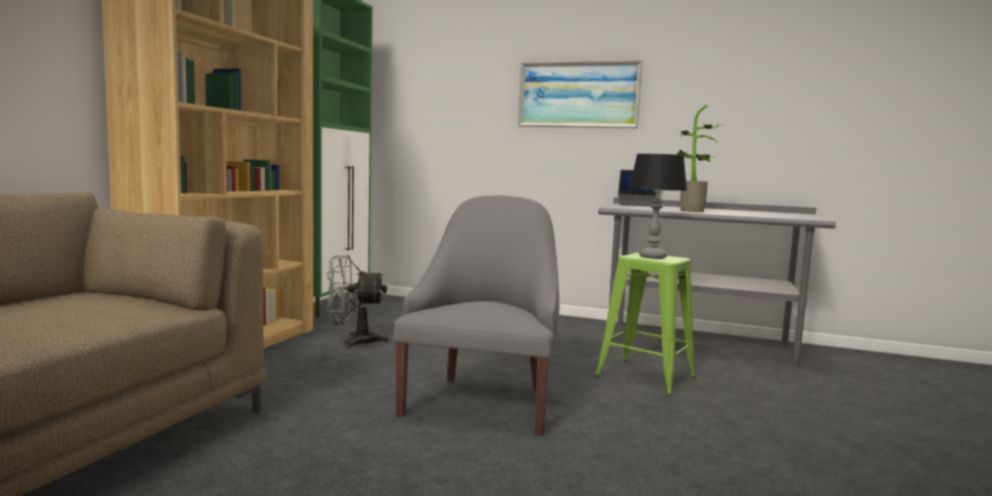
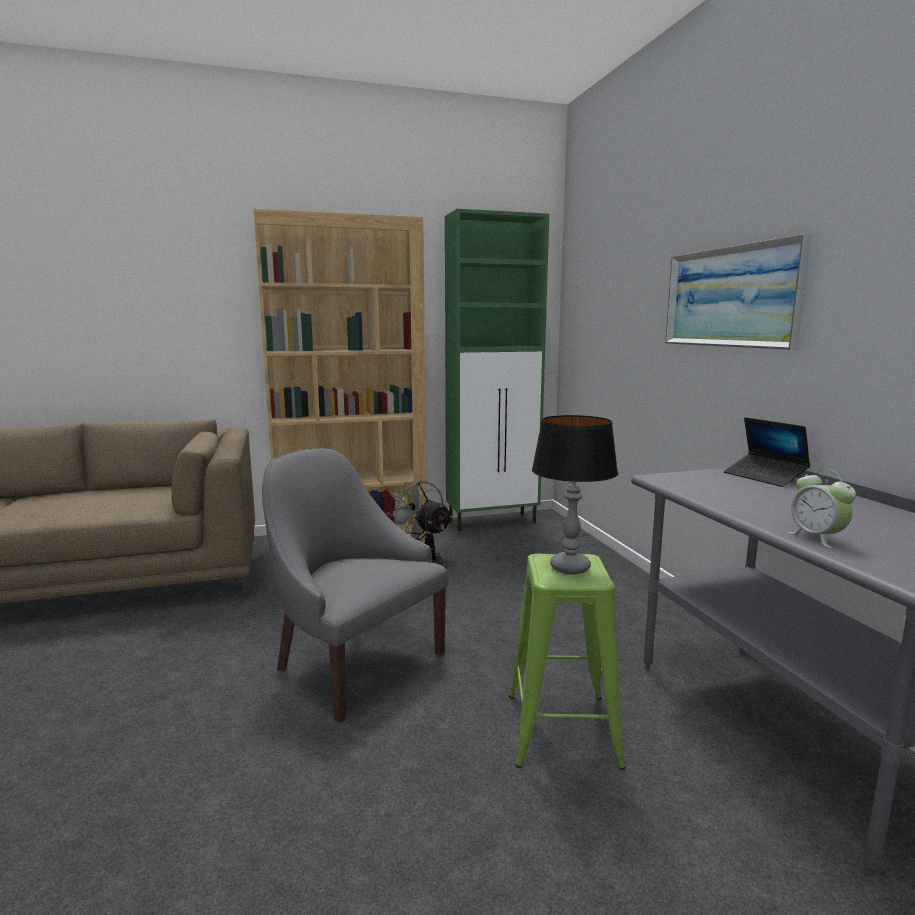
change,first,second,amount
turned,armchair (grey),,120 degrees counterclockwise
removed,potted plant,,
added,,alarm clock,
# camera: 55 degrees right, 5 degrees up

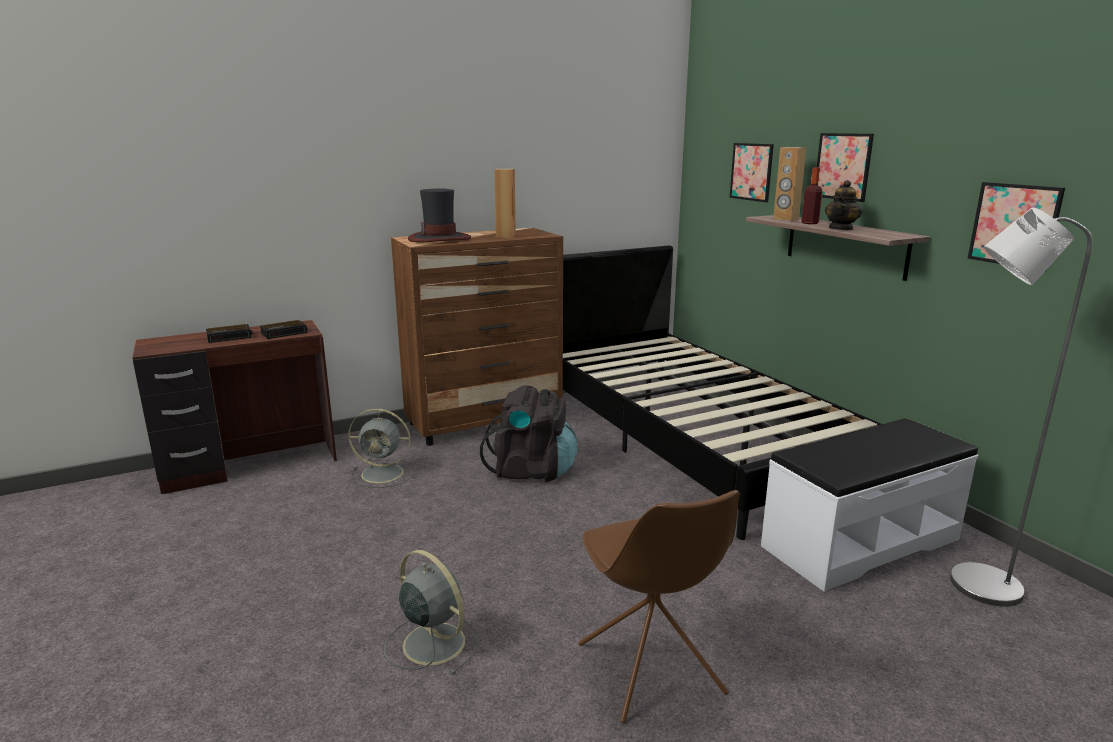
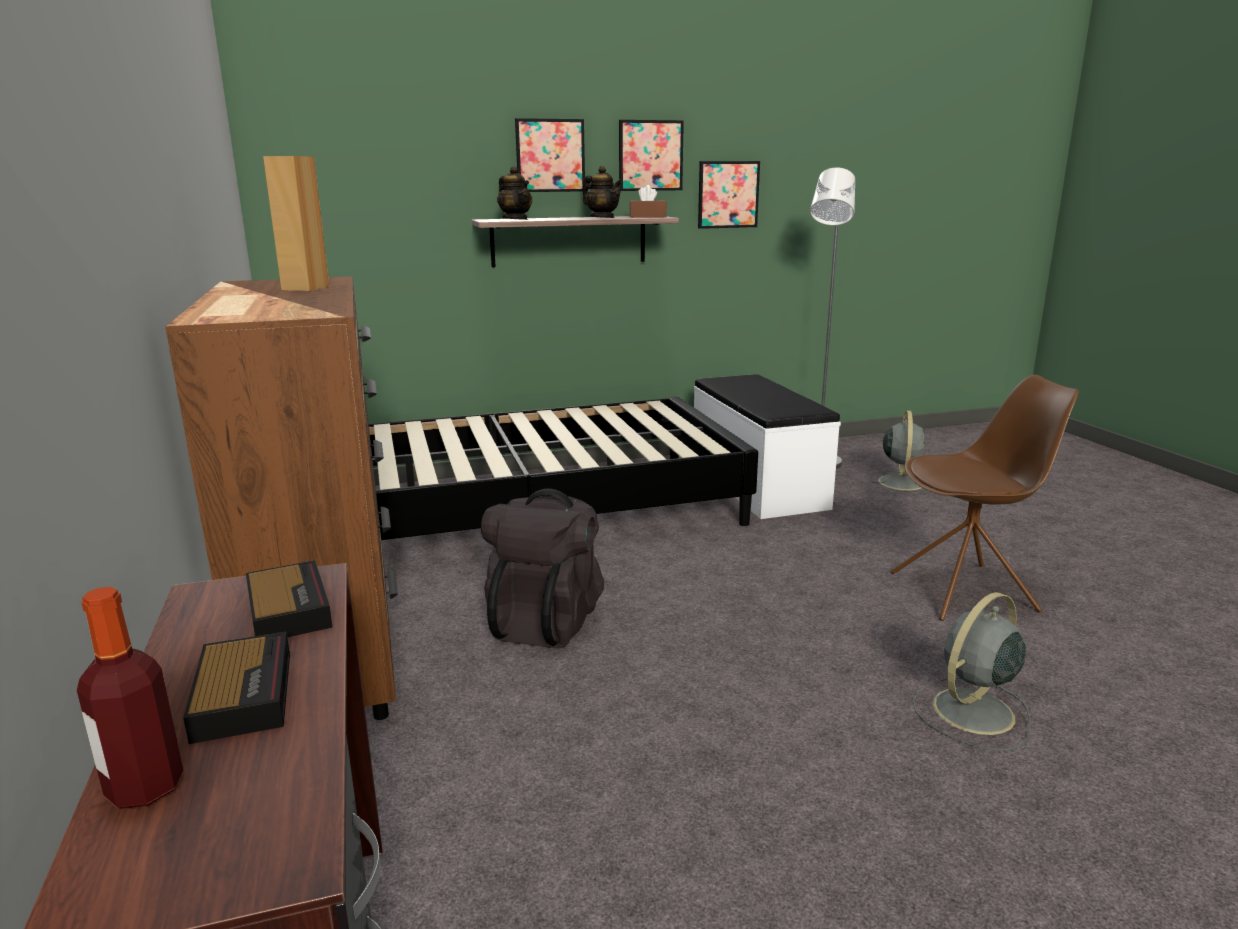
change,first,second,amount
moved,fan (grey) (1st from left),,
removed,hat,,
moved,picture (1st from left in the first image),picture (2nd from left),
replaced,speaker (brown) (2nd from left),teapot (1st from left),
moved,bottle,,
added,,tissue box (brown),
# camera: 80 degrees left, 0 degrees up

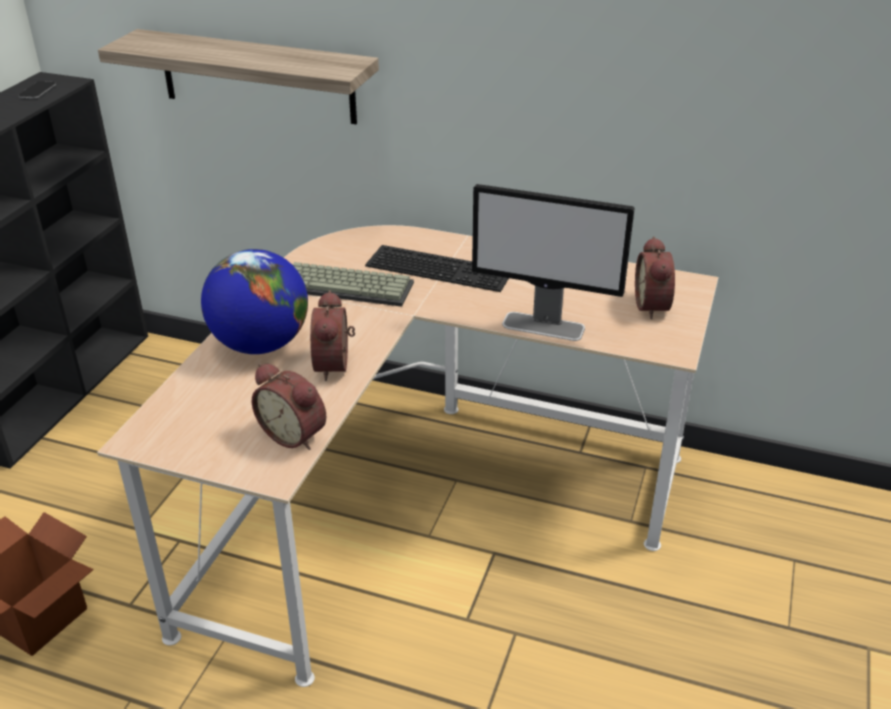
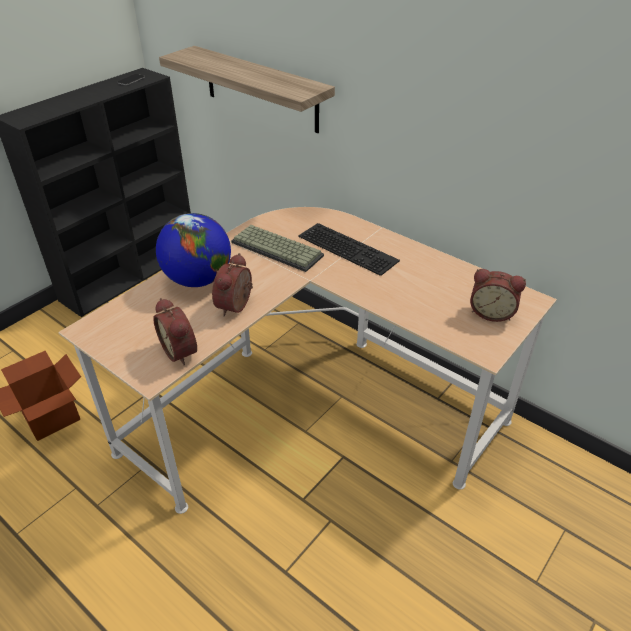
change,first,second,amount
removed,monitor,,
turned,alarm clock (3rd from left),,90 degrees counterclockwise
# camera: 20 degrees right, 5 degrees up

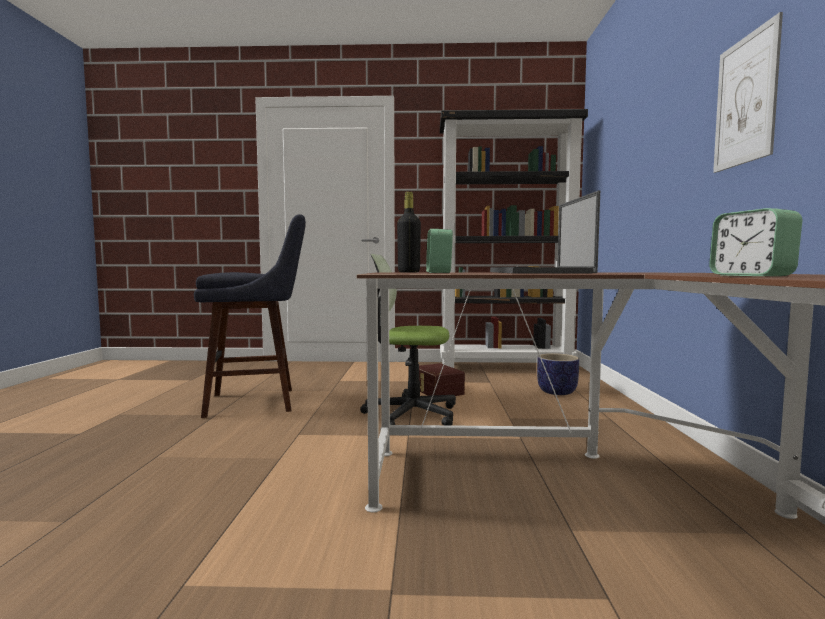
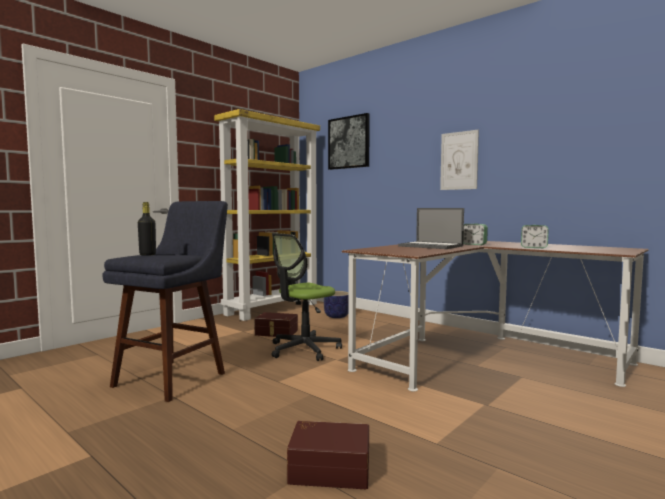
change,first,second,amount
moved,bottle (black),,
moved,alarm clock (1st from left),,
recoloured,bookcase (black),bookcase (yellow),
added,,storage box (brown) (2nd from left),
added,,picture (1st from left),
# camera: 50 degrees left, 0 degrees up

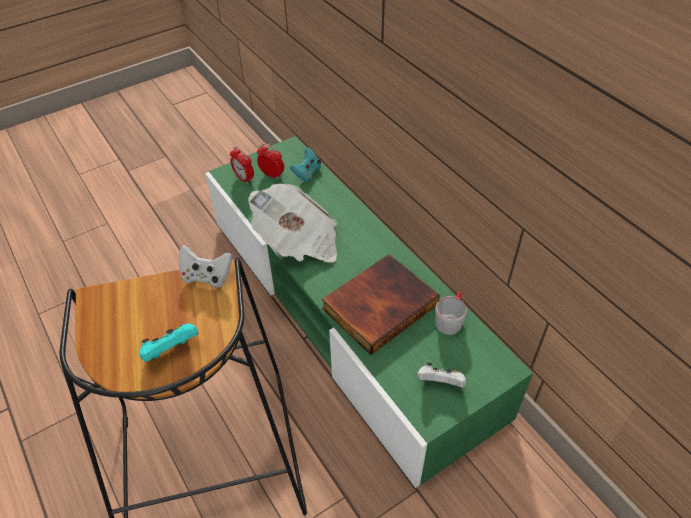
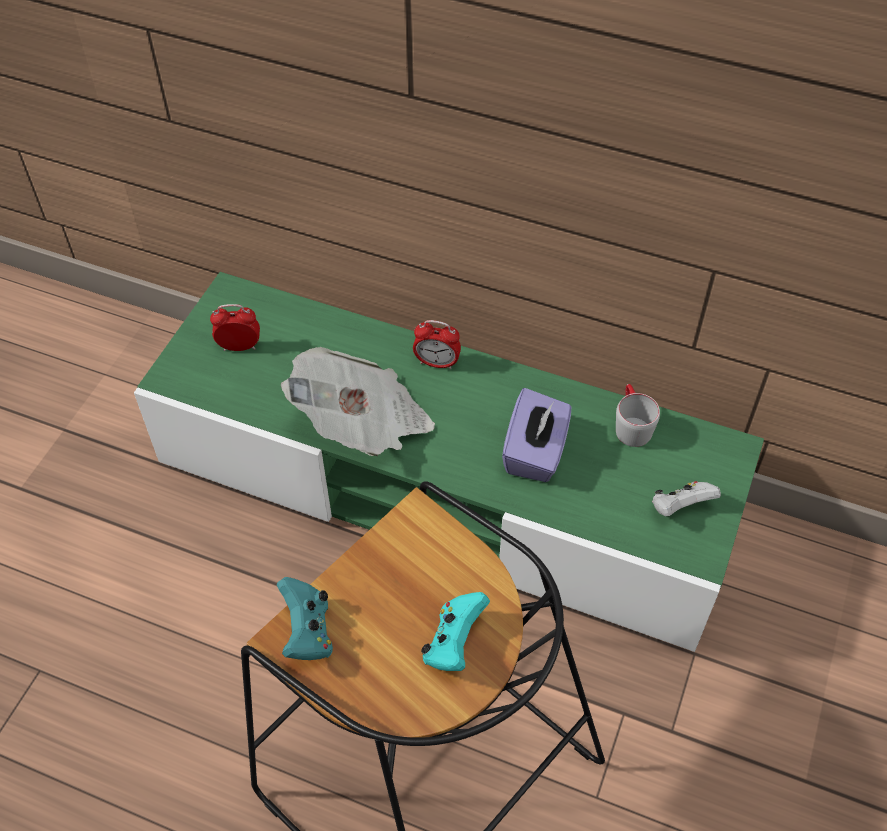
change,first,second,amount
removed,game controller (white) (1st from left),,
moved,alarm clock (1st from left in the first image),alarm clock (2nd from left),
moved,game controller (turquoise) (2nd from left in the first image),game controller (turquoise) (1st from left),
replaced,book,tissue box (purple),
# camera: 35 degrees left, 5 degrees up

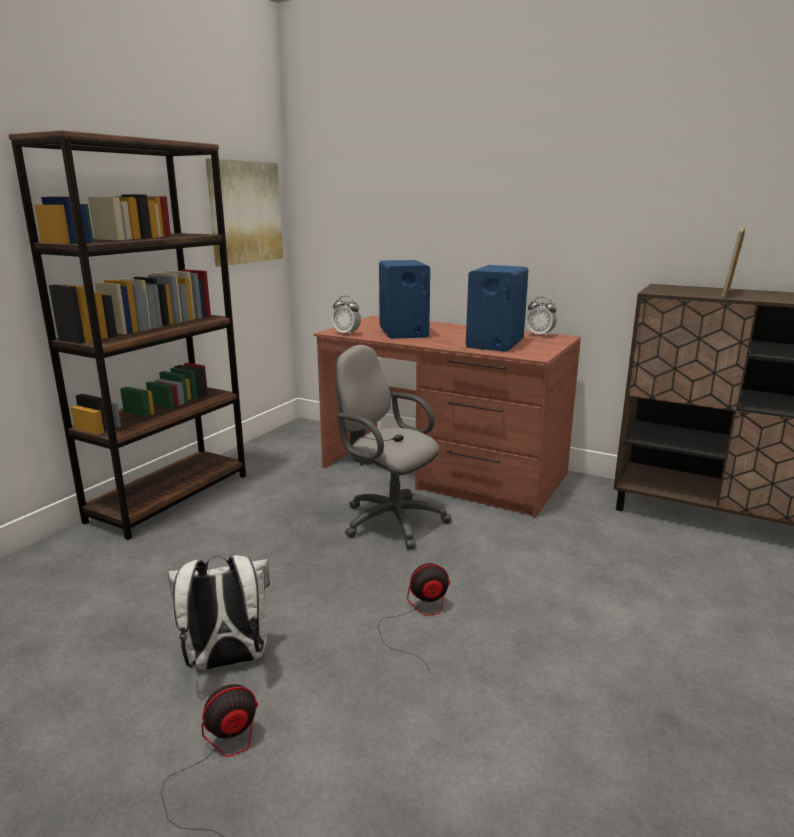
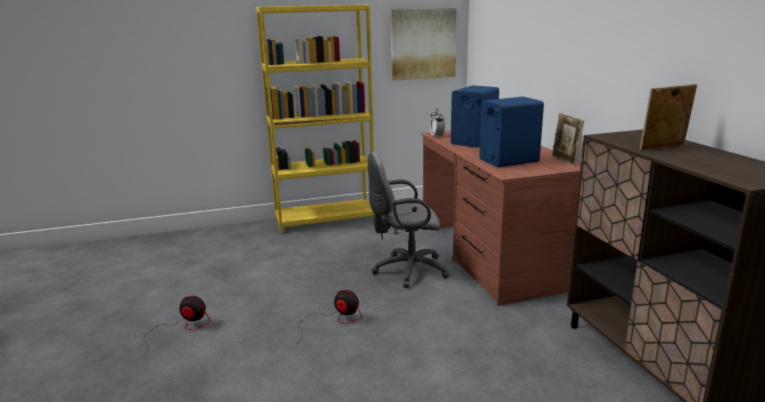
change,first,second,amount
recoloured,bookcase (brown),bookcase (yellow),
removed,backpack (white),,
turned,office chair (grey),,90 degrees counterclockwise
replaced,alarm clock (2nd from left),picture frame (1st from left),
# camera: 45 degrees right, 0 degrees up

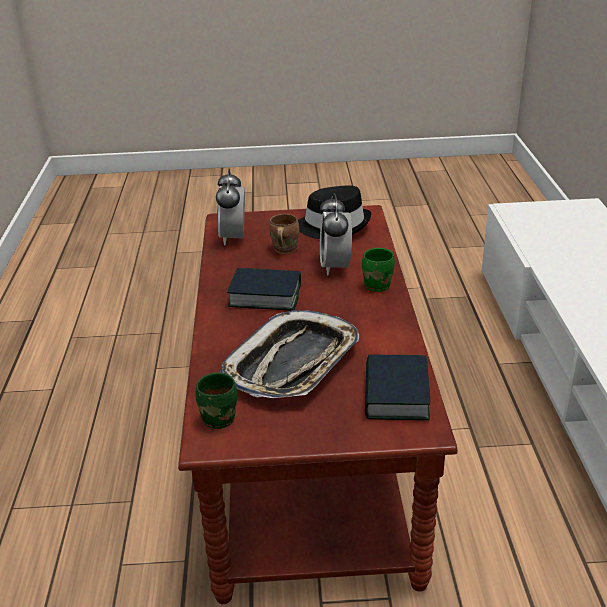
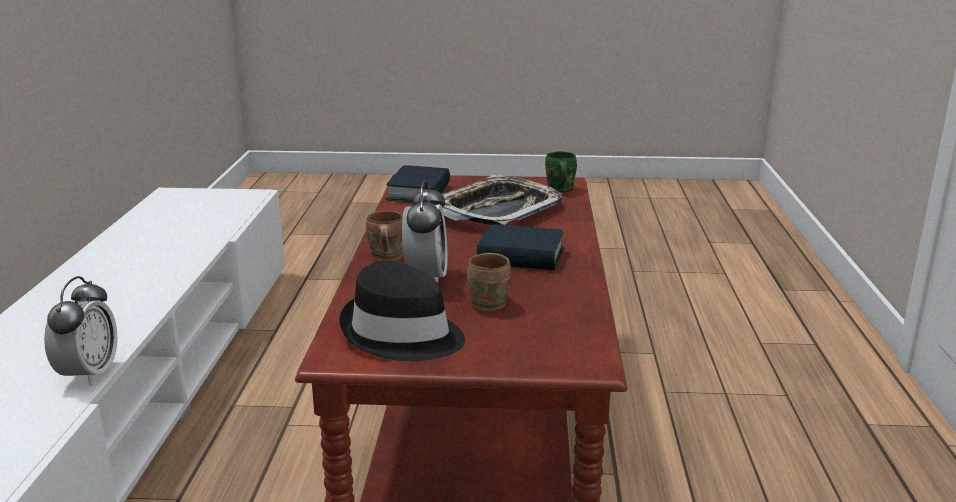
change,first,second,amount
moved,alarm clock (1st from left),,
recoloured,mug (green) (2nd from left),mug (brown) (1st from left),
# camera: 175 degrees left, 10 degrees down

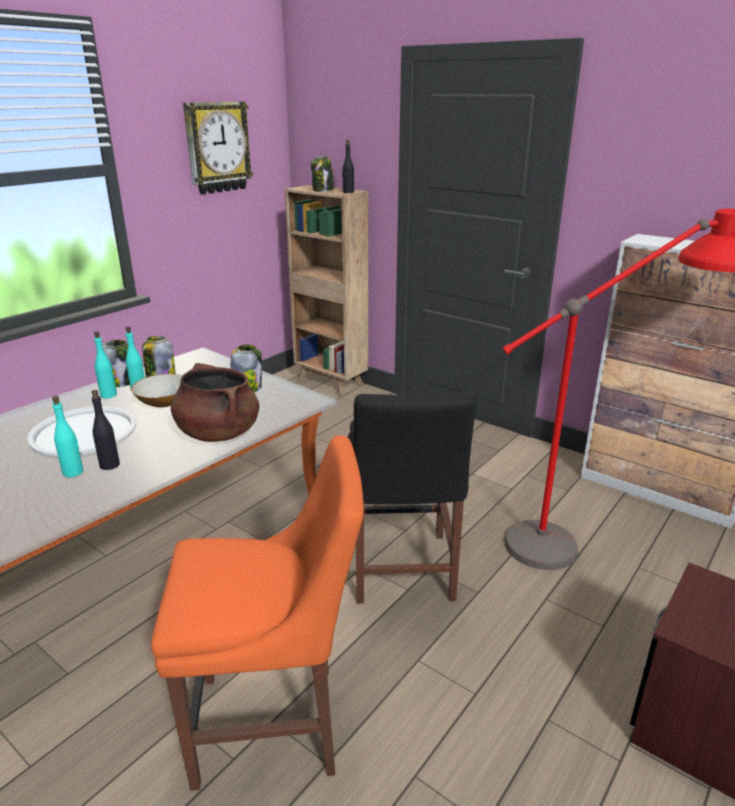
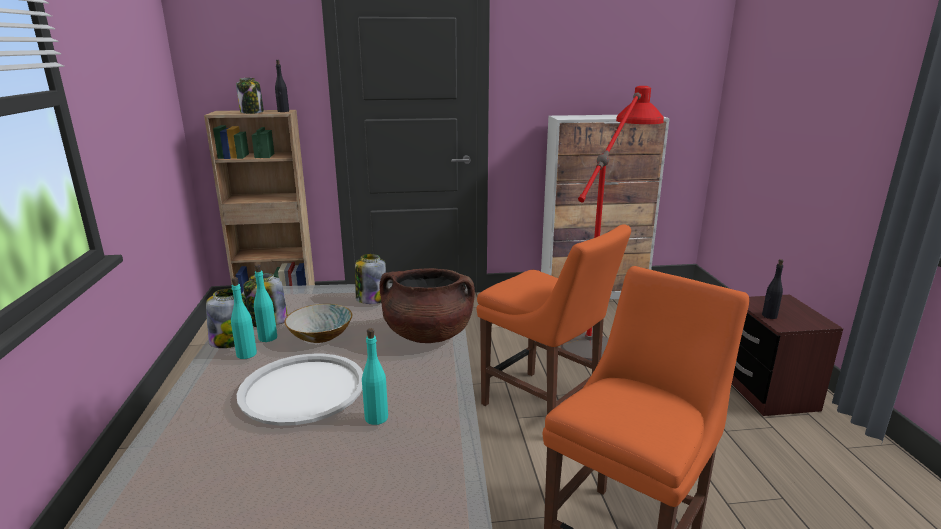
change,first,second,amount
moved,bottle (black) (1st from left in the first image),bottle (black) (2nd from left),
removed,wall clock,,
recoloured,chair (black),chair (orange) (1st from left),
# camera: 45 degrees left, 5 degrees down

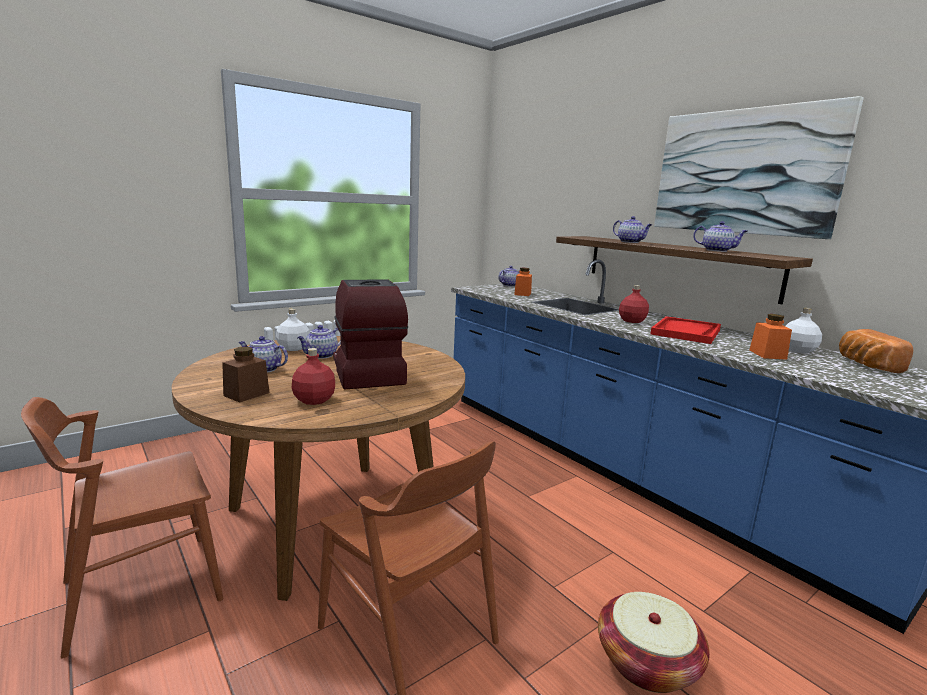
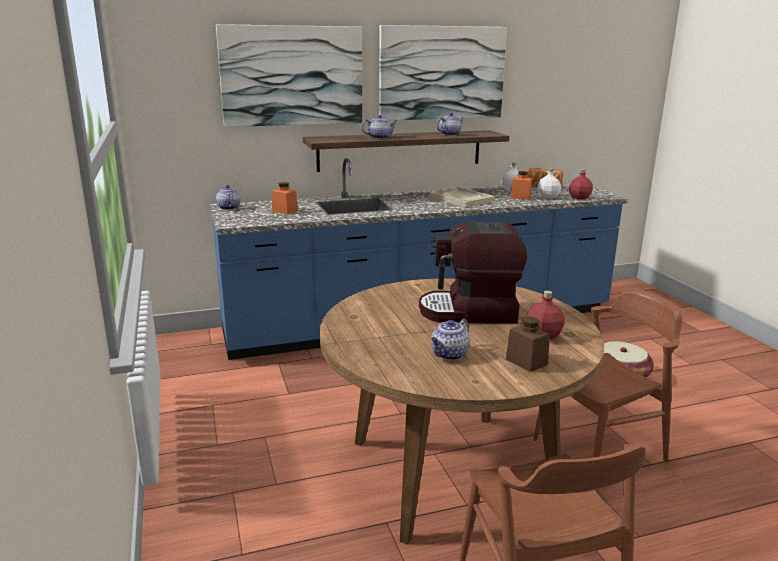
change,first,second,amount
moved,bottle (white) (1st from left in the first image),bottle (white) (2nd from left),
removed,teapot (2nd from left),,
moved,bottle (red) (2nd from left),,
recoloured,tray (red),tray (beige),
added,,picture (1st from left),
# camera: 70 degrees left, 5 degrees up

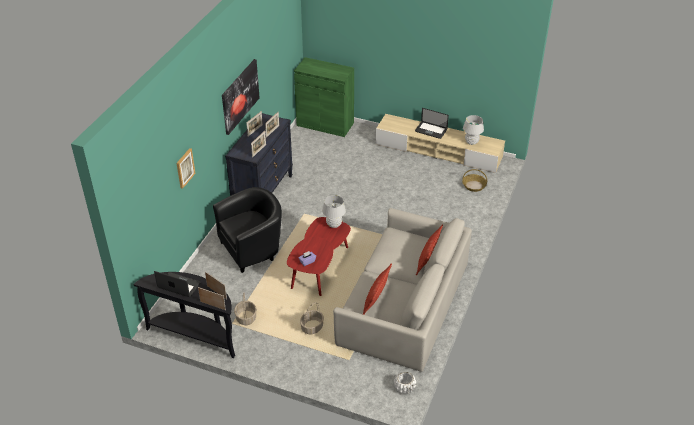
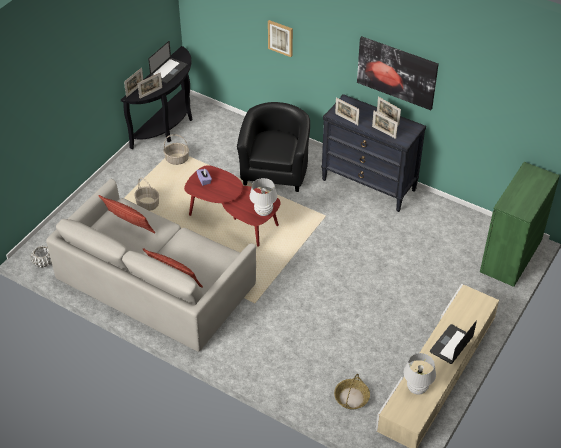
change,first,second,amount
turned,armchair (black),,150 degrees counterclockwise
# camera: 100 degrees right, 5 degrees up

